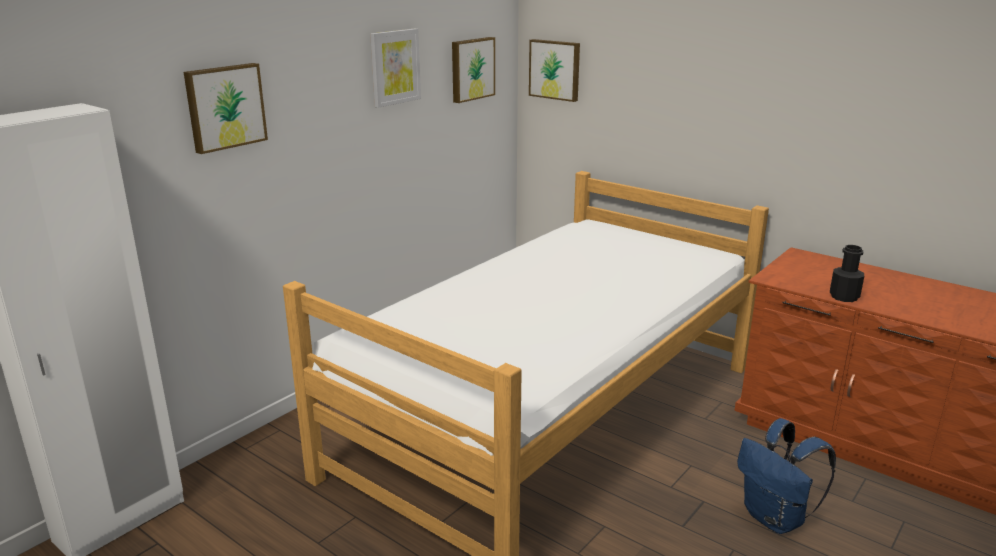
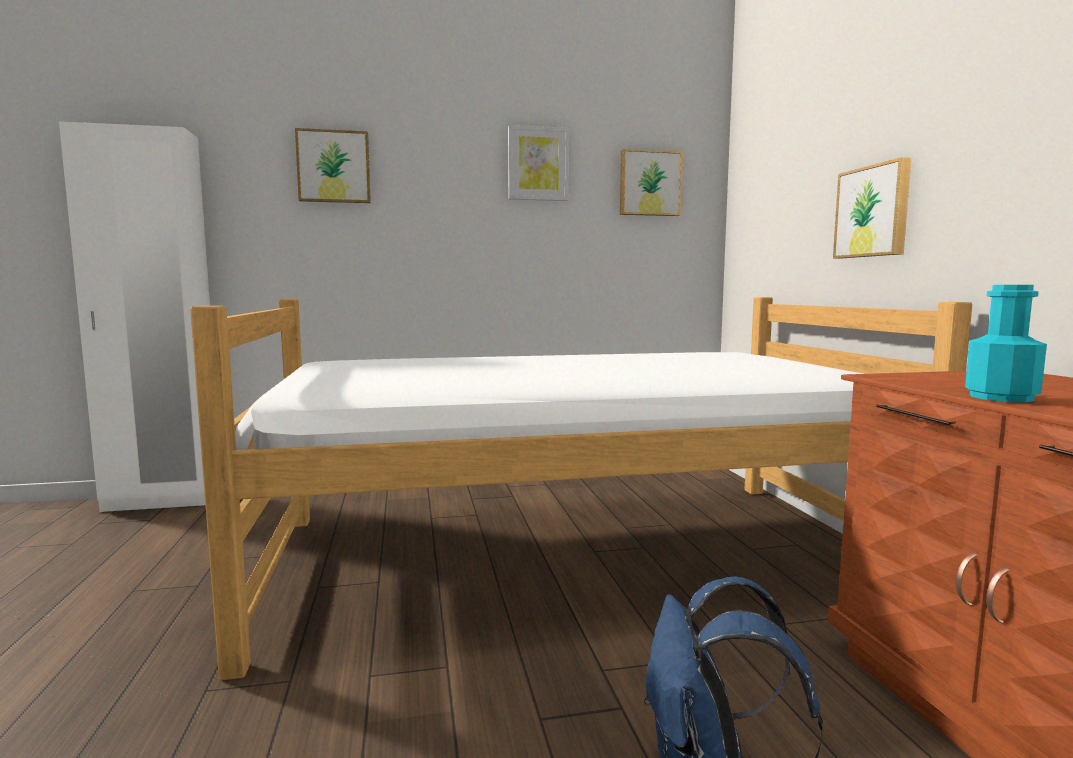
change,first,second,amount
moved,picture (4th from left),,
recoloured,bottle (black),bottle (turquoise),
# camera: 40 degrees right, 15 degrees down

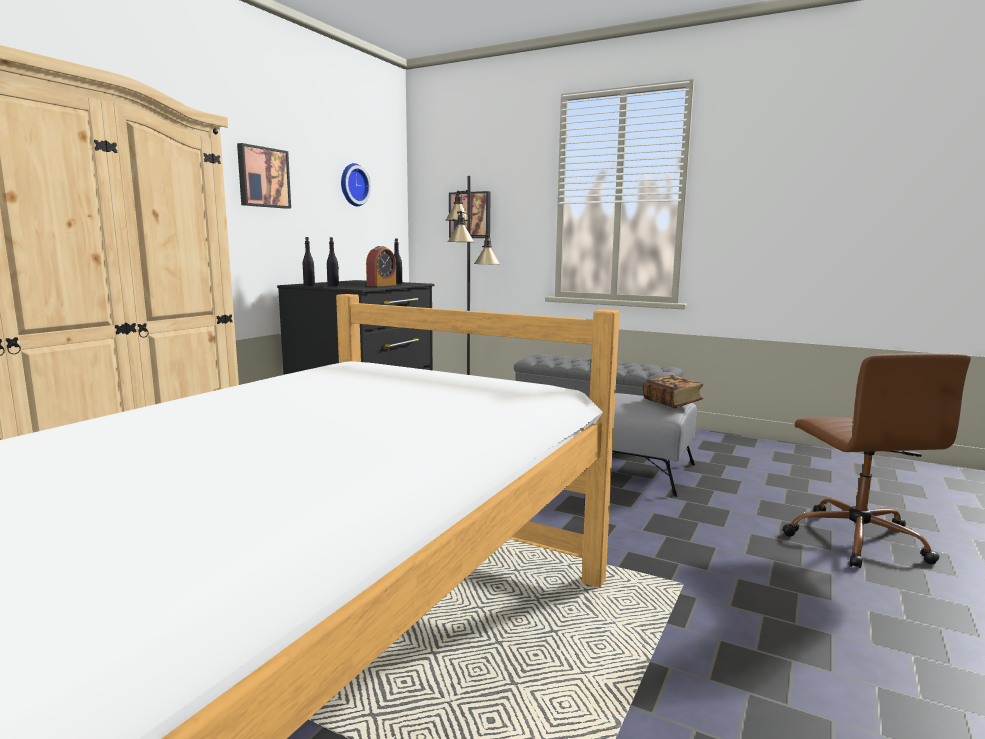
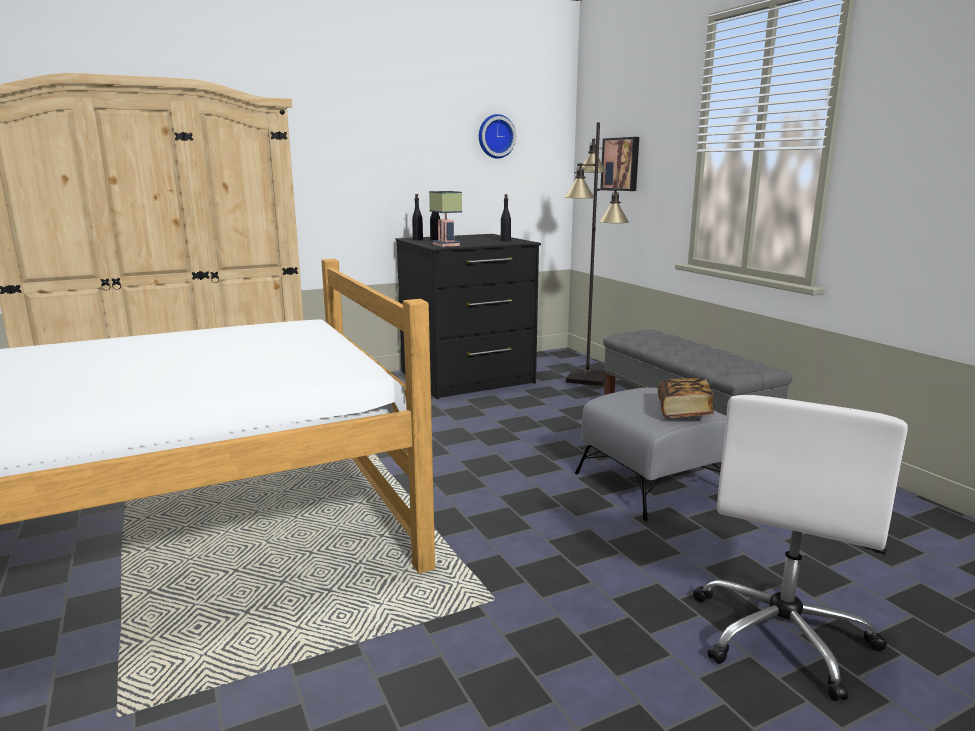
change,first,second,amount
removed,picture (1st from left),,
removed,alarm clock,,
recoloured,office chair (brown),office chair (white),
added,,table lamp,
# camera: 35 degrees right, 5 degrees up

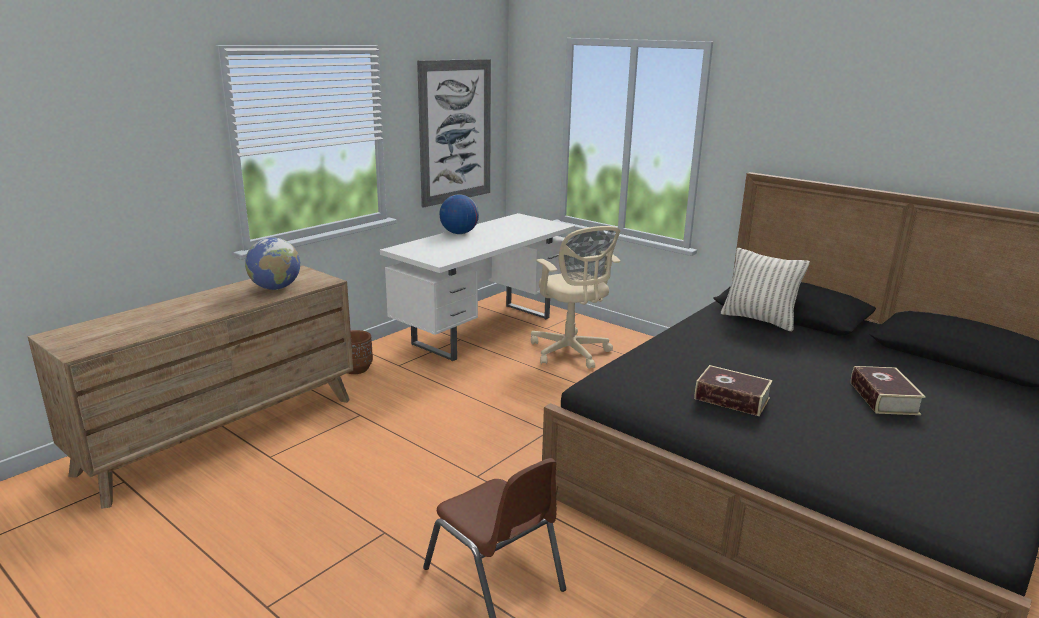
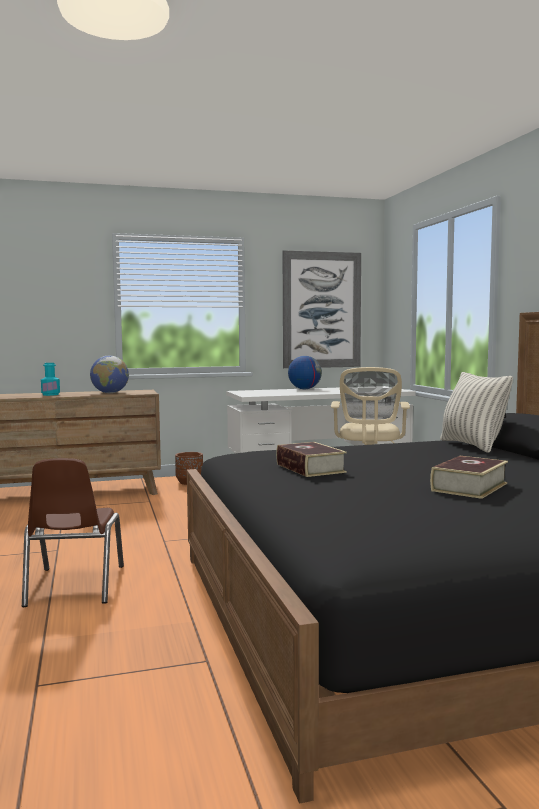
change,first,second,amount
added,,bottle (turquoise),
# camera: 35 degrees right, 15 degrees down

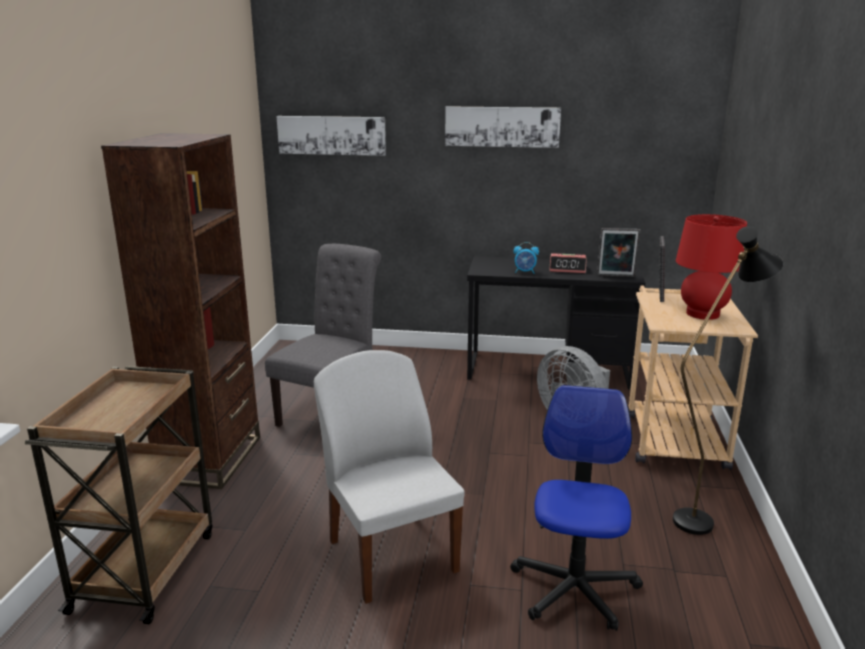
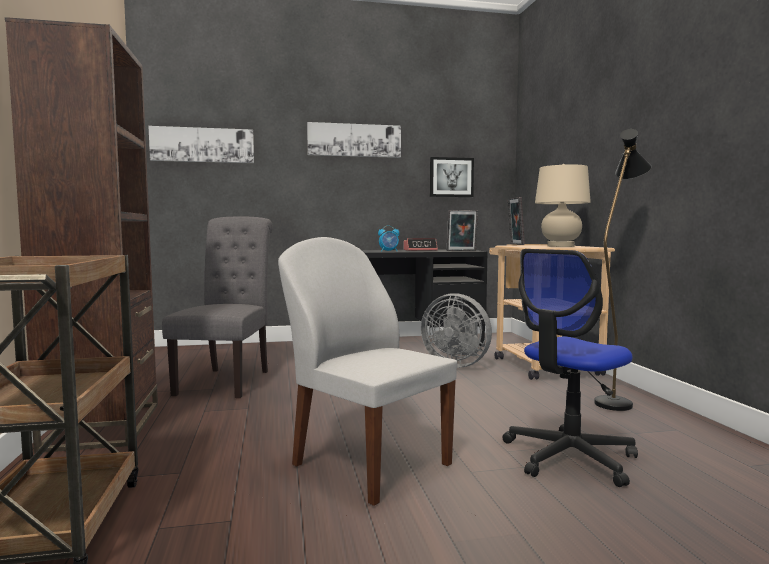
change,first,second,amount
turned,office chair,,120 degrees counterclockwise
recoloured,table lamp (red),table lamp (beige),
added,,picture (3rd from left),
# camera: 20 degrees left, 15 degrees down

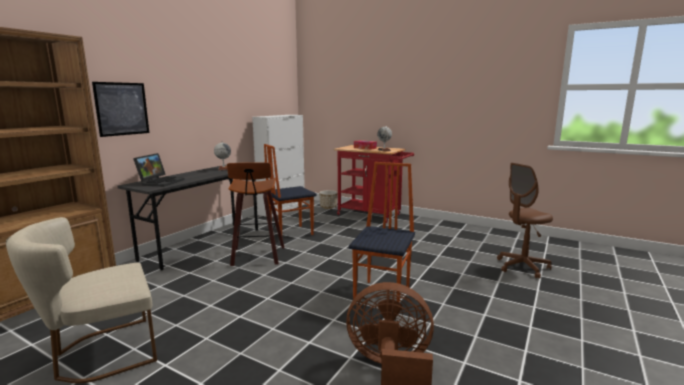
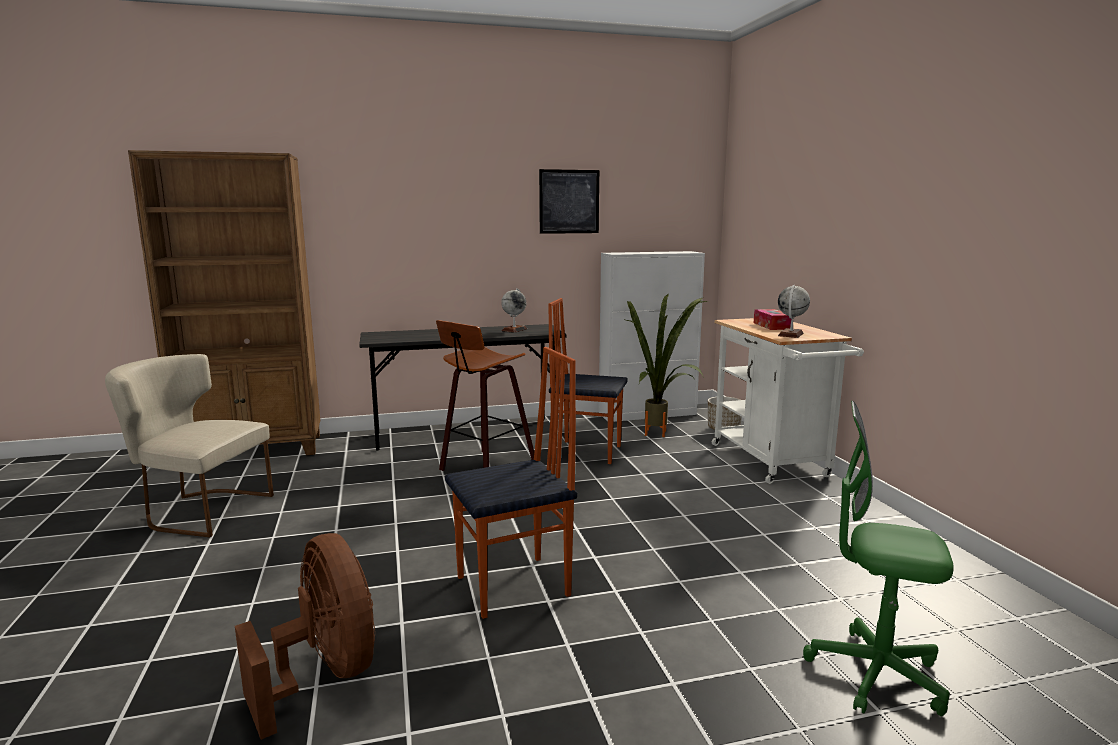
change,first,second,amount
moved,picture,,
removed,laptop,,
recoloured,cart (red),cart (white),
recoloured,office chair (brown),office chair (green),
added,,potted plant,
# camera: 45 degrees right, 0 degrees up

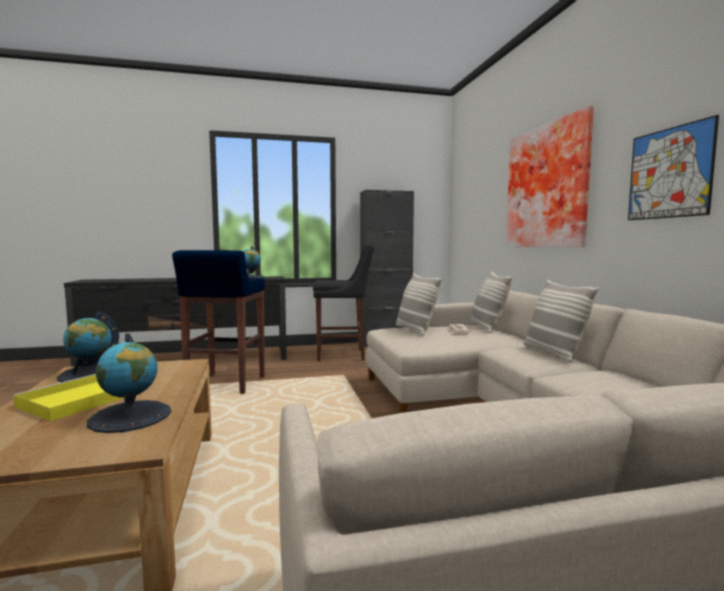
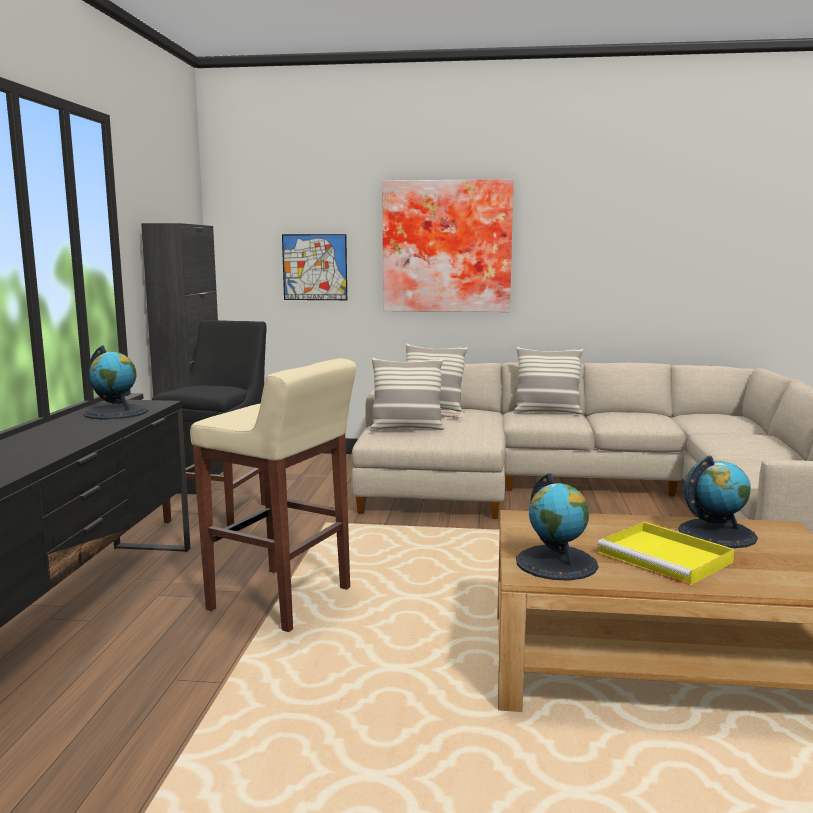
change,first,second,amount
recoloured,stool (blue),stool (beige),
moved,picture (2nd from left in the first image),picture (1st from left),
# camera: 70 degrees left, 5 degrees up

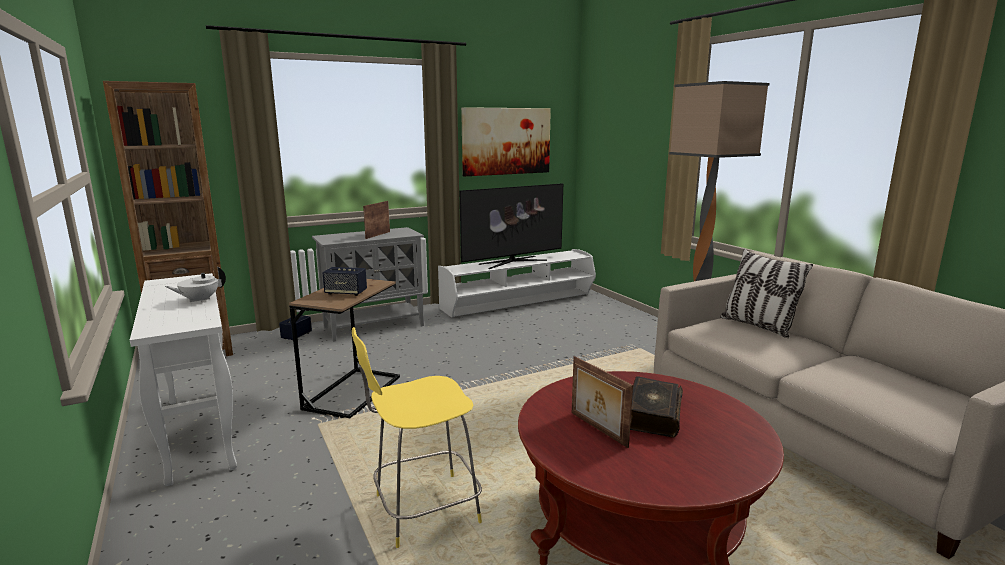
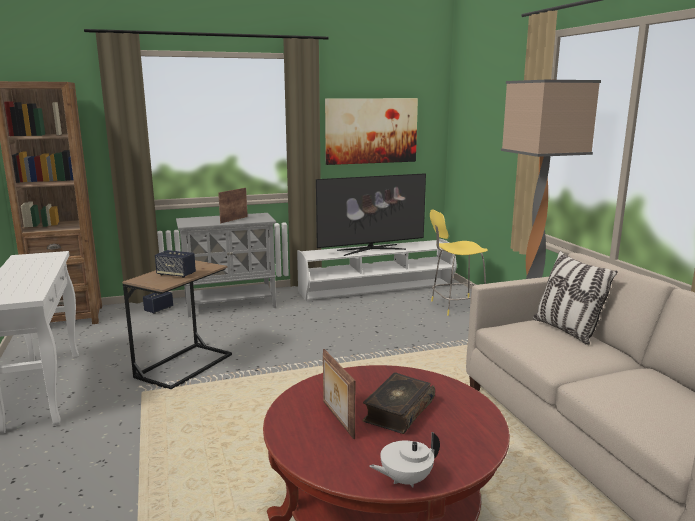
change,first,second,amount
moved,teapot (white),,
moved,stool (yellow),,
# camera: 10 degrees right, 0 degrees up

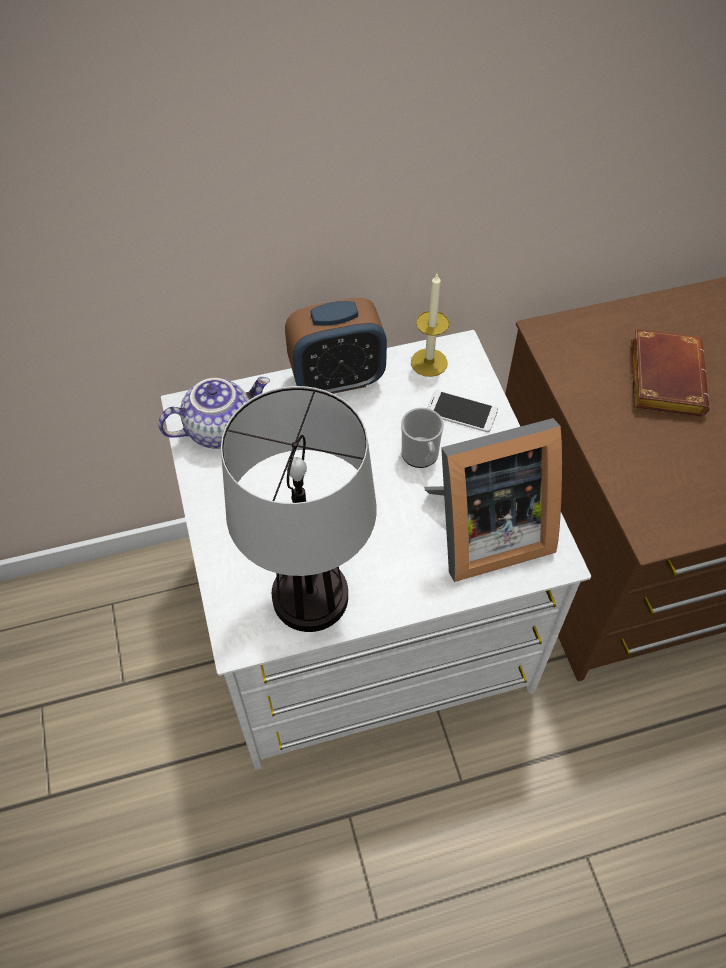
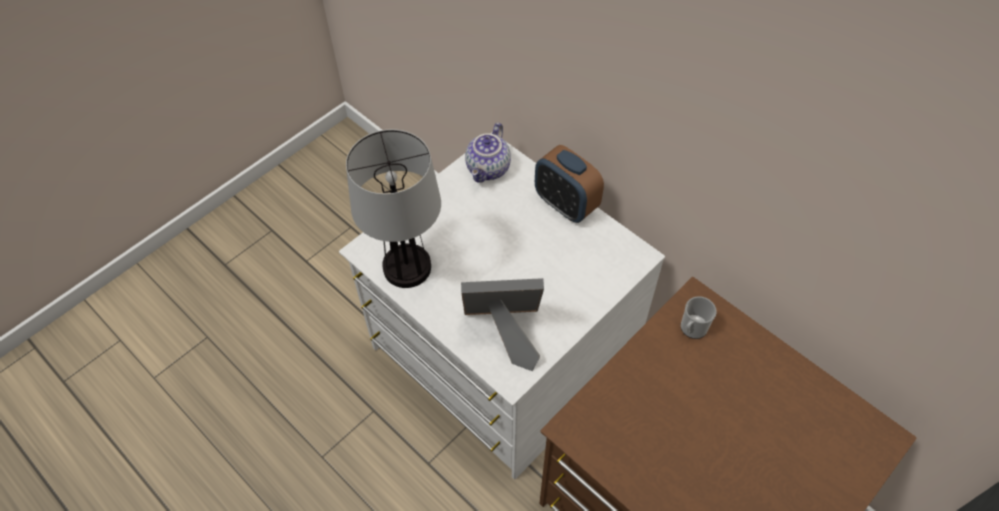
change,first,second,amount
turned,teapot,,75 degrees clockwise
moved,mug,,
removed,candle,,
turned,picture frame,,135 degrees clockwise
removed,phone,,
removed,book (brown),,
# camera: 60 degrees right, 0 degrees up

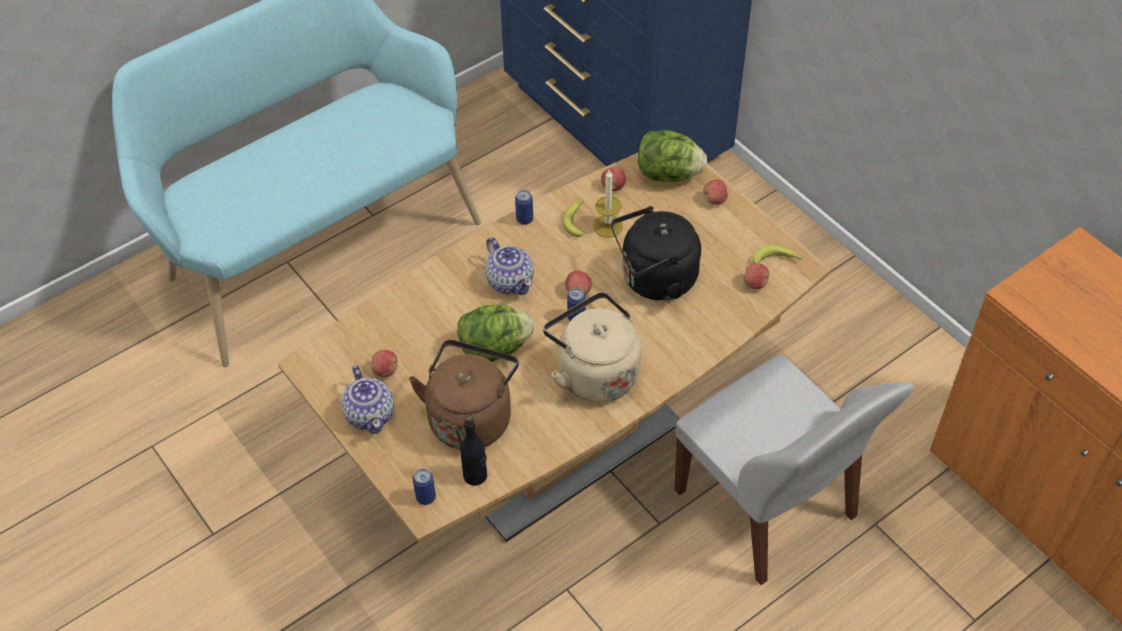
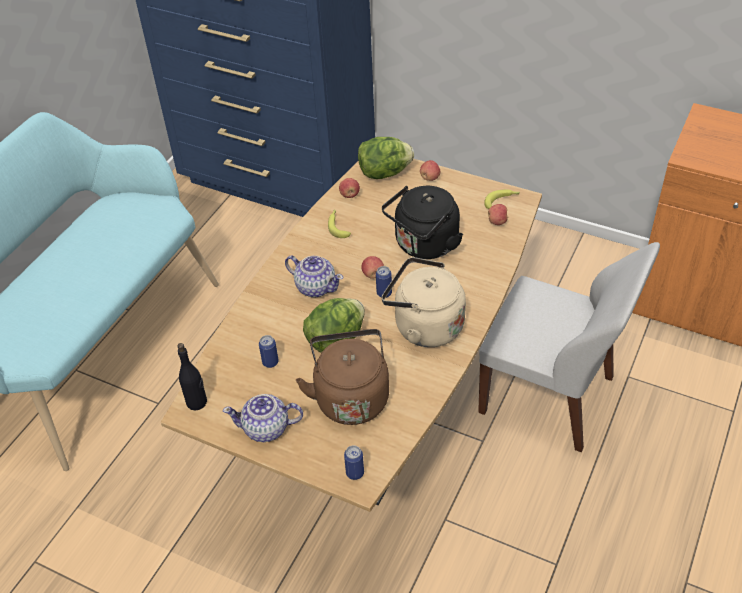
change,first,second,amount
turned,teapot (1st from left),,135 degrees clockwise
removed,apple (1st from left),,
moved,bottle (black),,
moved,can (2nd from left in the first image),can (1st from left),
removed,candle,,
# camera: 25 degrees left, 5 degrees down

